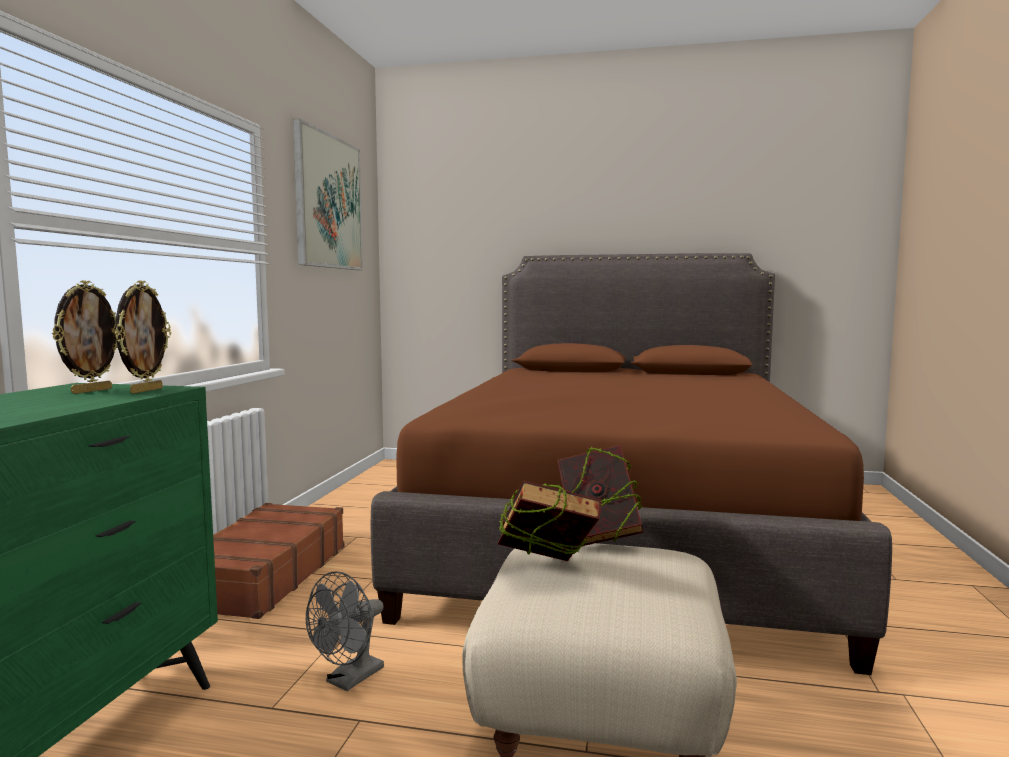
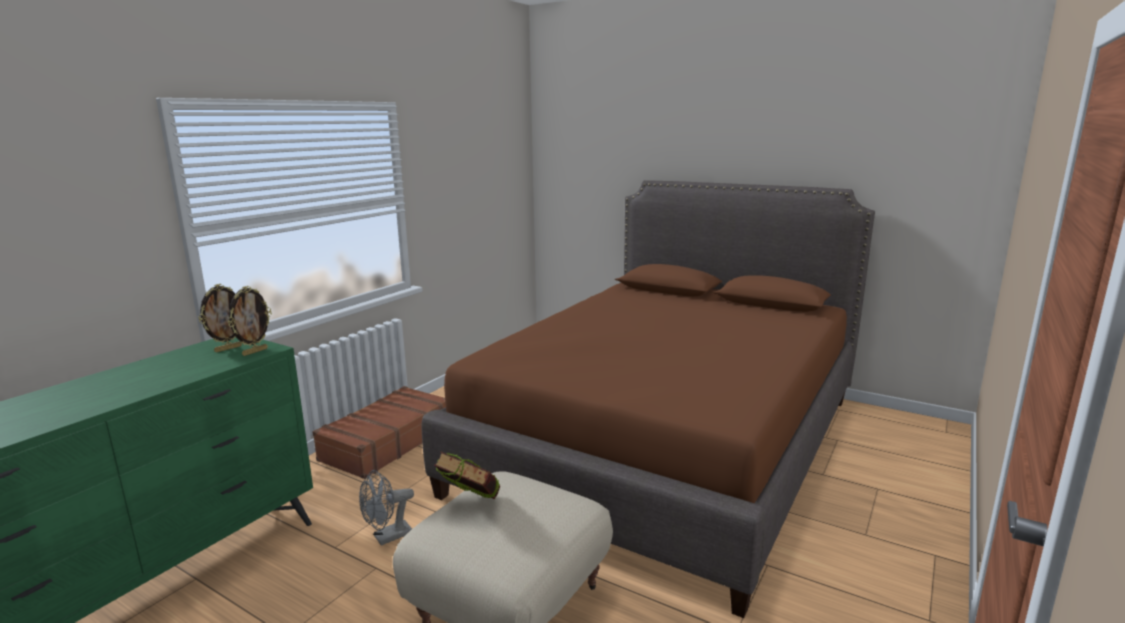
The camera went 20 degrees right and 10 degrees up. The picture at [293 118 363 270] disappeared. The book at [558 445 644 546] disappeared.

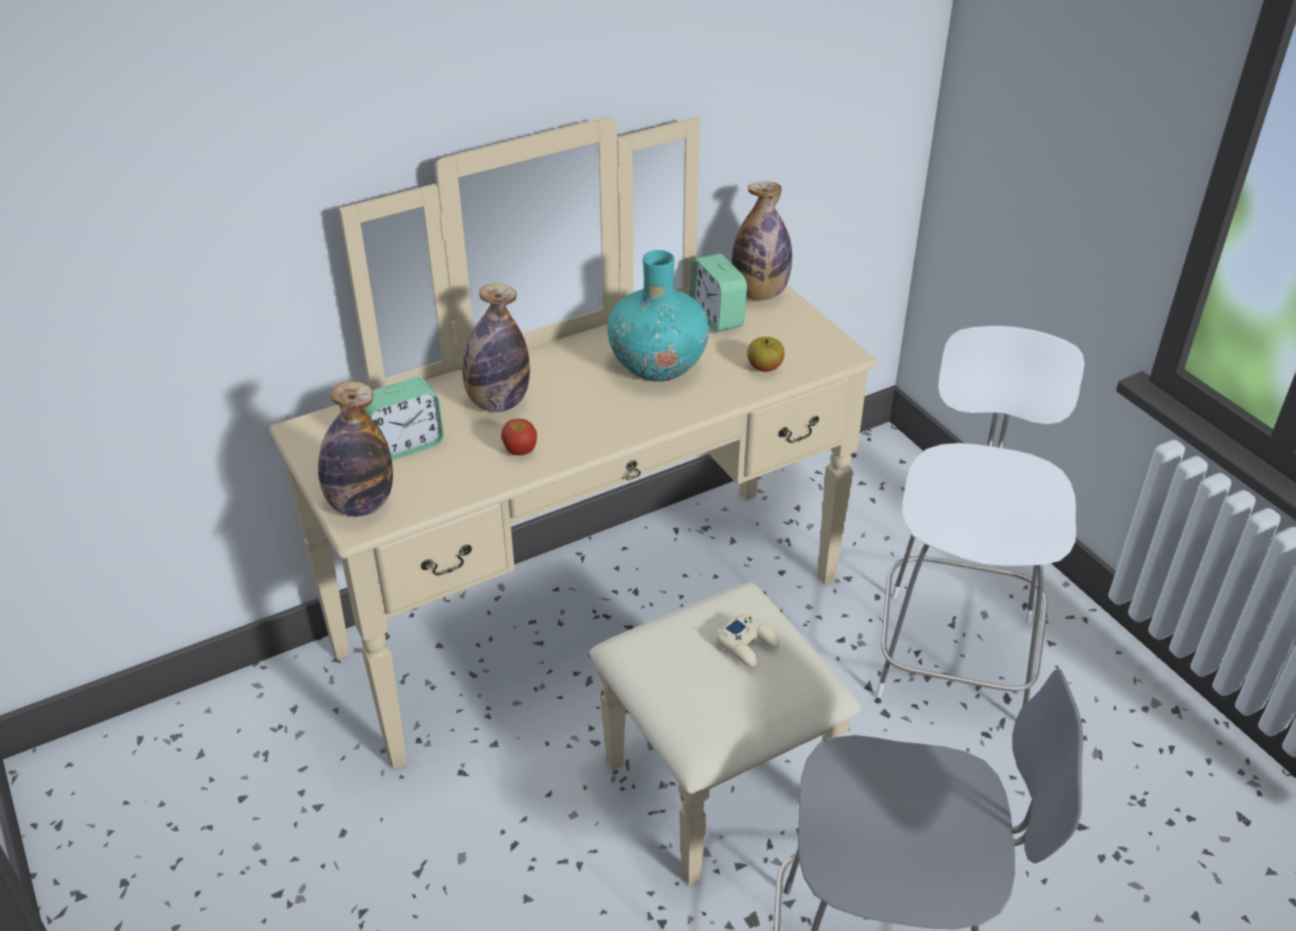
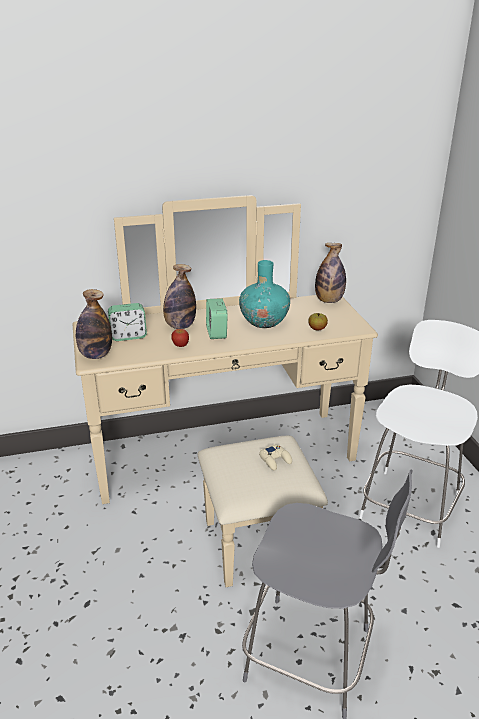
The camera went 15 degrees right and 10 degrees down. The alarm clock moved from [690 253 747 333] to [206 299 228 339].

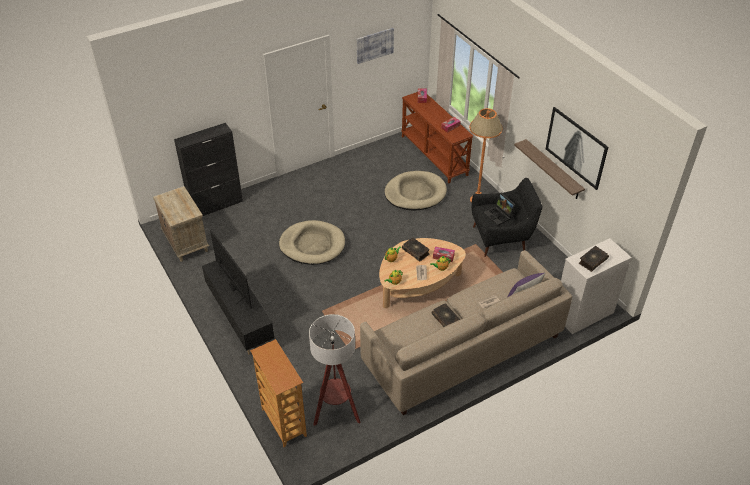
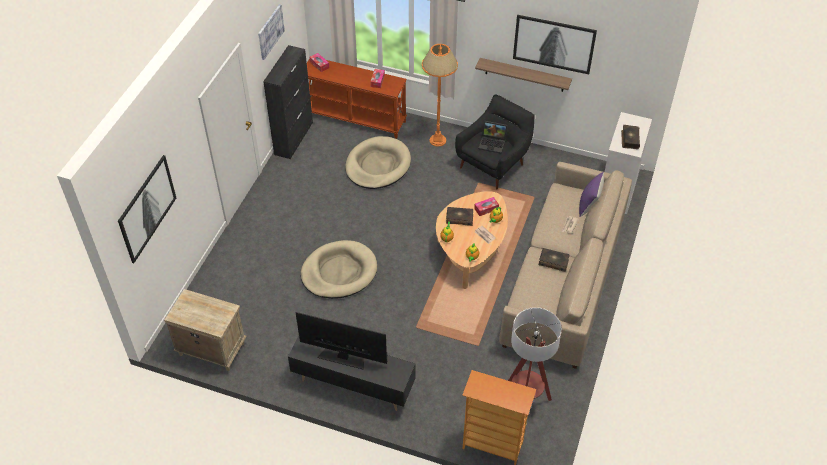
The camera went 40 degrees left and 5 degrees up. The picture at [118 155 176 263] appeared. The cabinet (black) moved from [174 123 243 216] to [263 45 313 159].

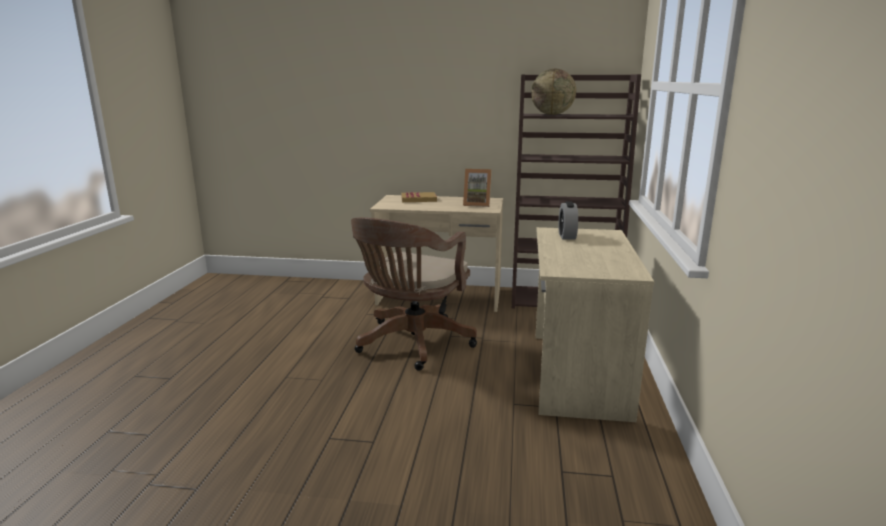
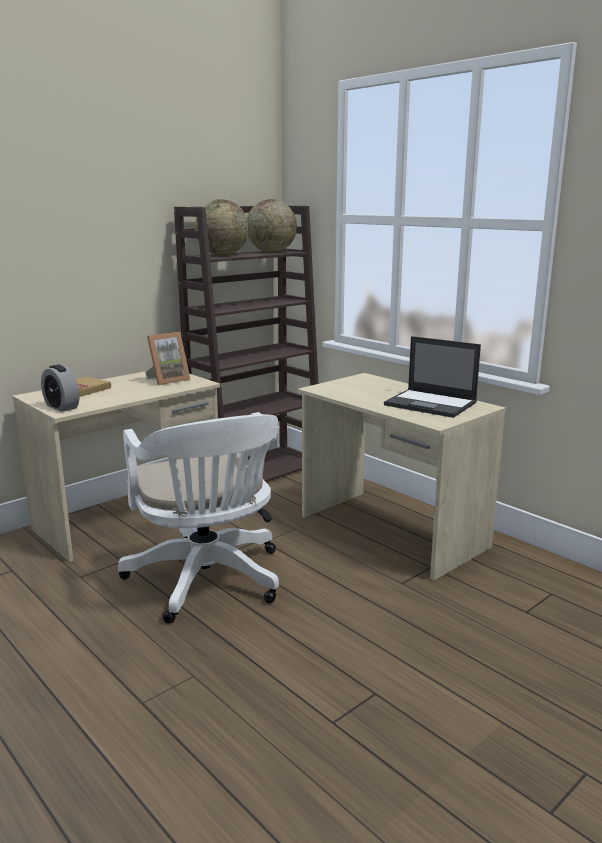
The camera went 50 degrees left and 0 degrees up. The alarm clock moved from [559 201 578 240] to [41 365 80 412]. The office chair (brown) at [351 217 477 371] became the office chair (white) at [118 412 279 624]. The globe at [247 199 297 252] appeared. The laptop at [384 336 481 418] appeared.

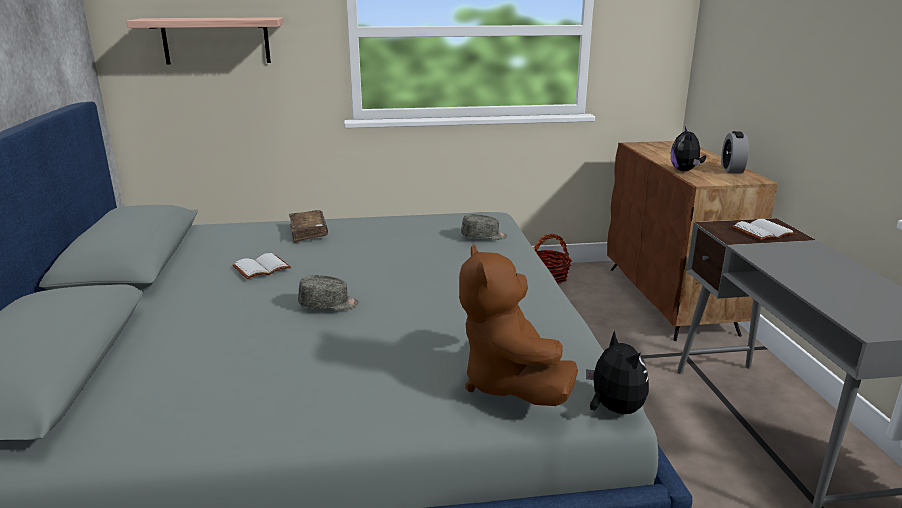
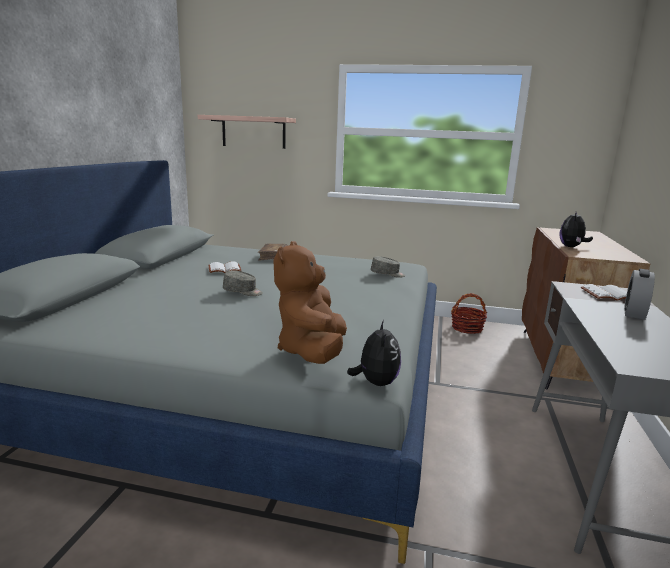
The camera went 20 degrees right and 5 degrees down. The alarm clock moved from [721 131 749 173] to [624 269 655 320].

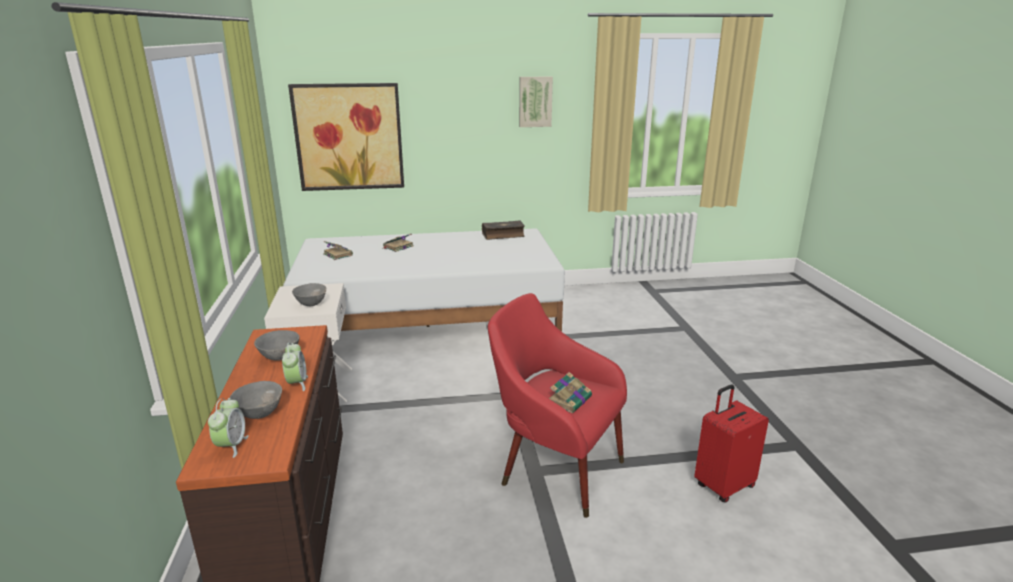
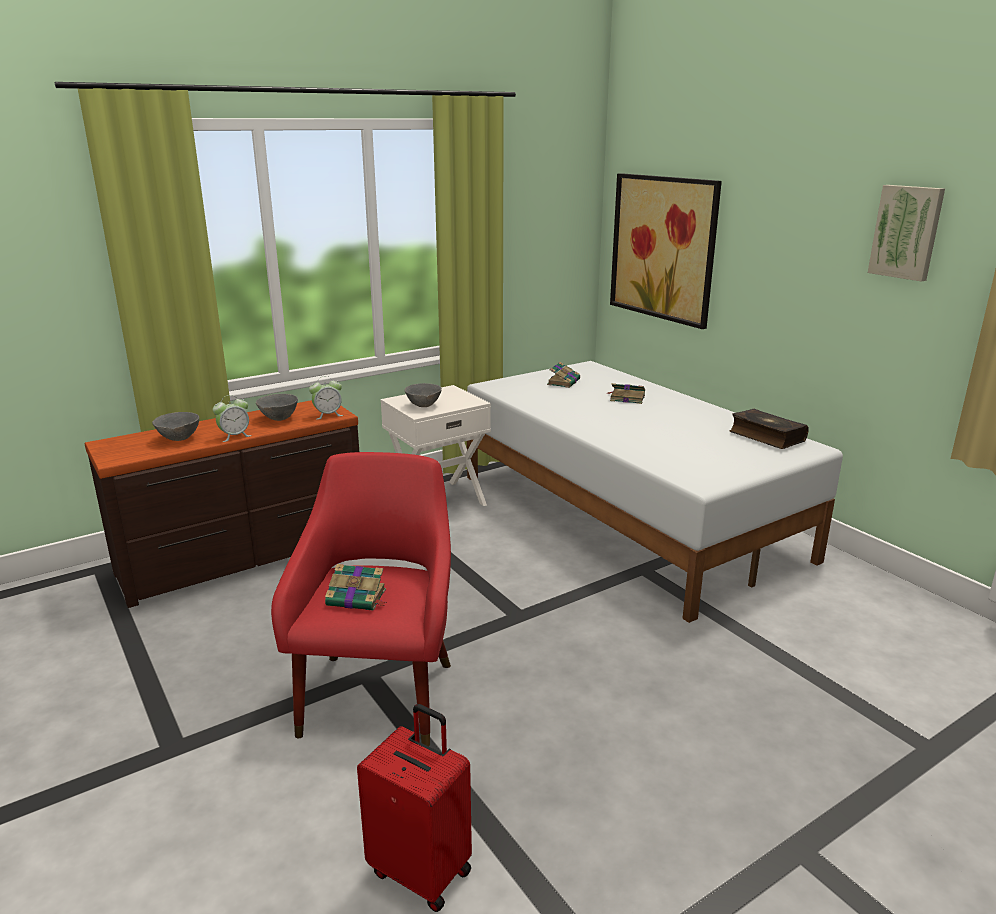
The camera went 65 degrees right and 0 degrees up. The alarm clock moved from [208 398 249 458] to [309 376 343 420].

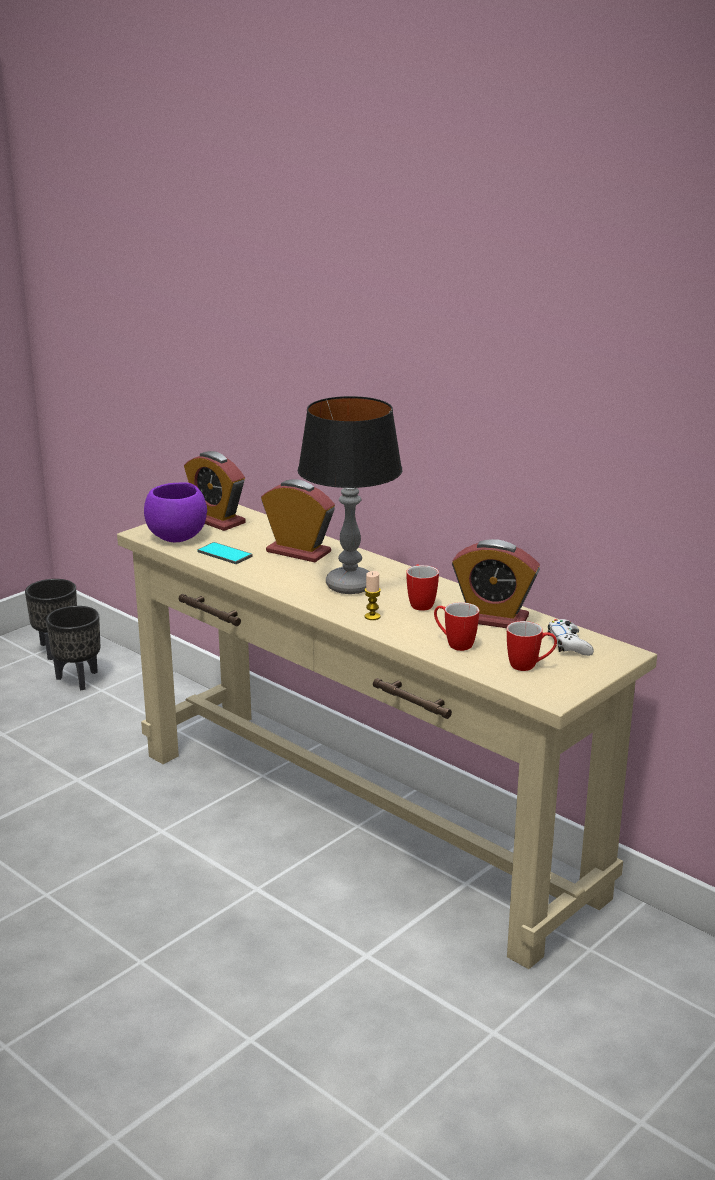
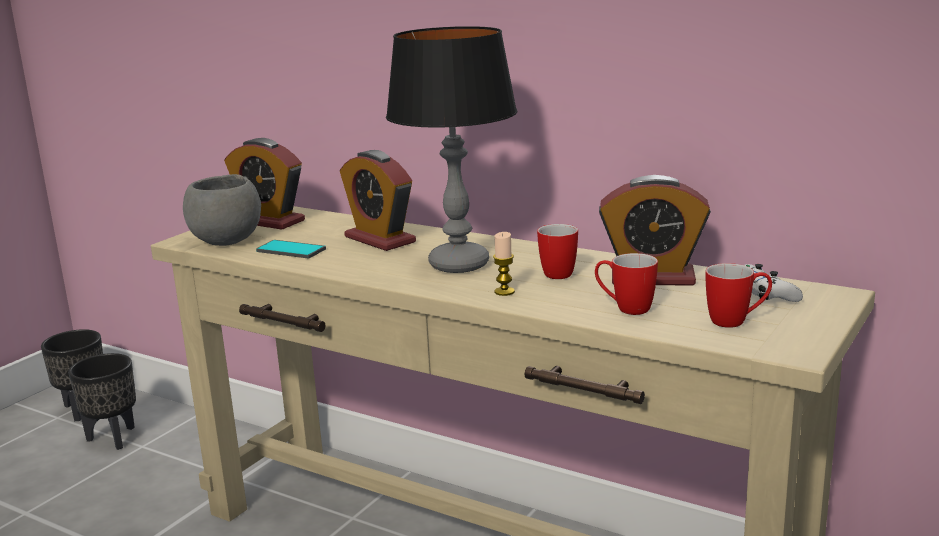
The camera went 10 degrees left and 5 degrees down. The bowl (purple) at [144 483 207 542] became the bowl (grey) at [183 174 261 246]. The alarm clock at [261 479 335 562] turned 150 degrees counterclockwise.

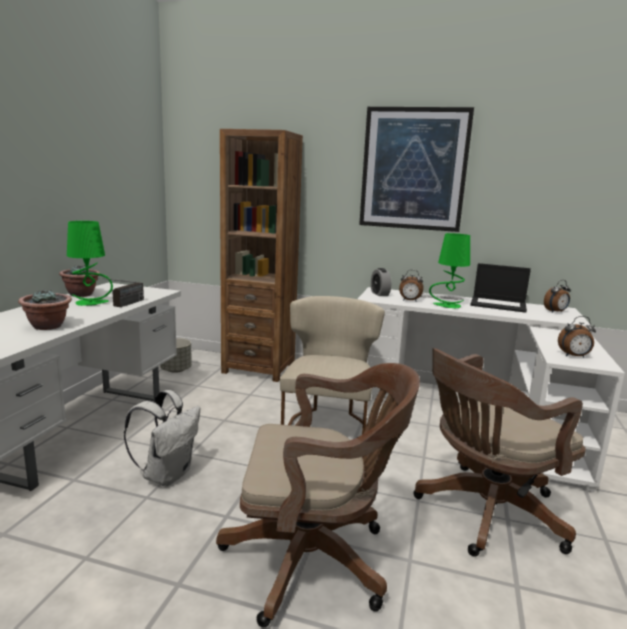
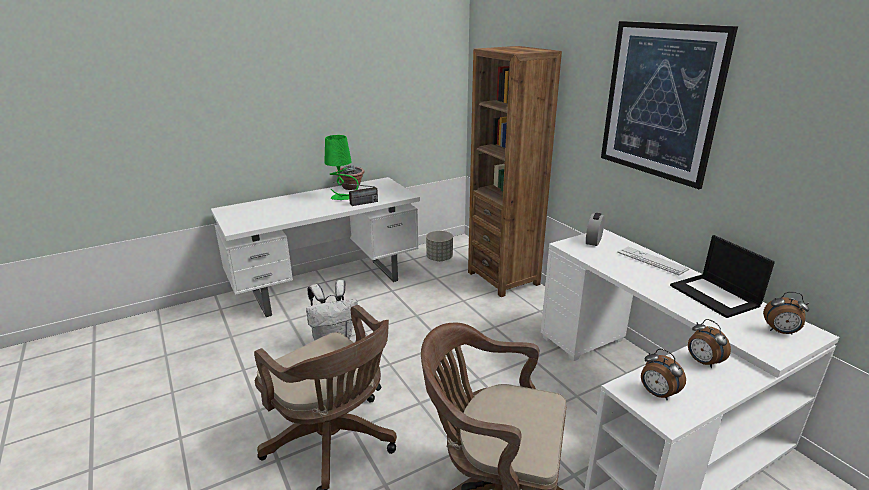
The camera went 45 degrees right and 10 degrees up. The alarm clock moved from [399 270 423 302] to [688 319 731 368]. The potted plant at [18 289 72 330] disappeared. The chair (beige) at [280 296 385 435] disappeared. The table lamp (green) at [429 233 470 308] disappeared.

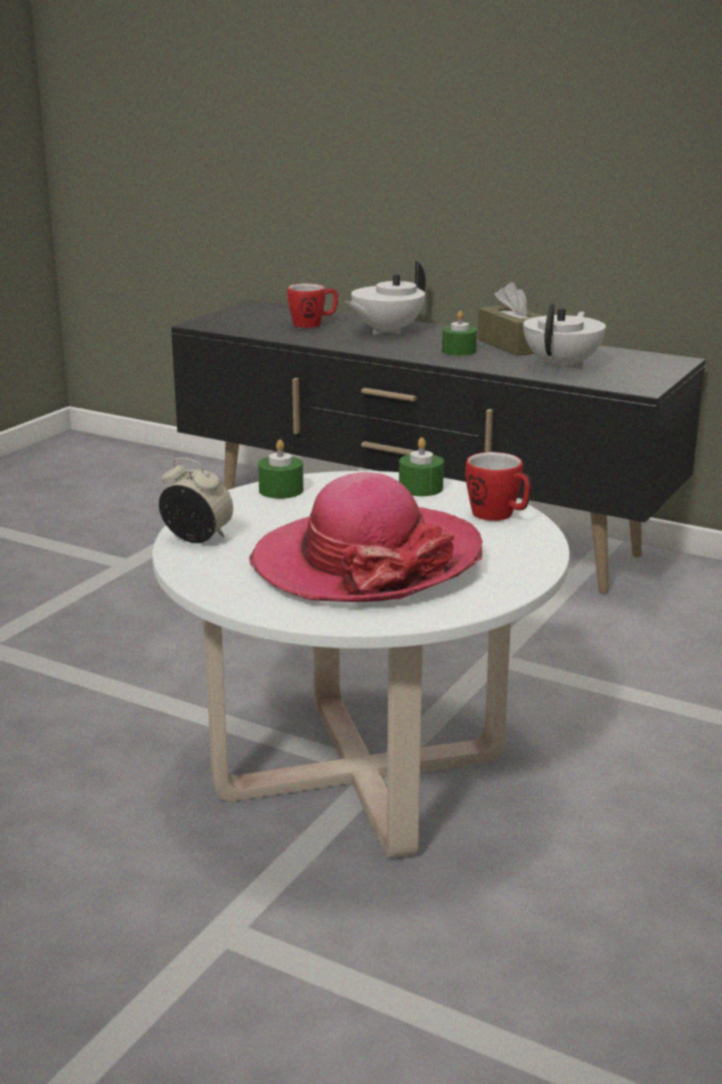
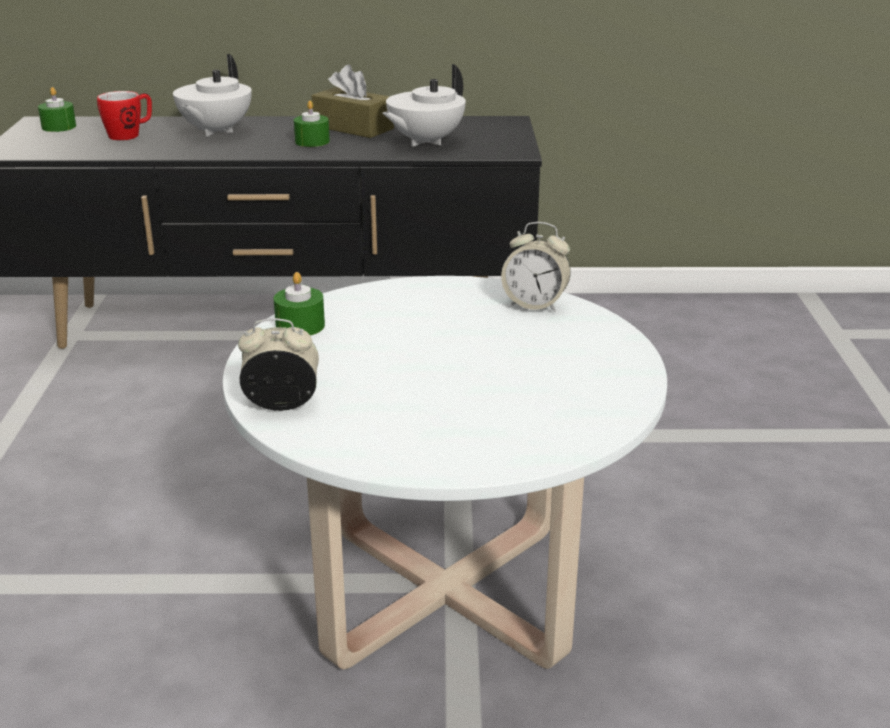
The camera went 30 degrees left and 5 degrees up. The candle (green) moved from [399 437 444 496] to [38 87 76 132]. The teapot (white) at [523 304 606 371] turned 135 degrees counterclockwise. The mug at [465 452 532 521] was replaced by the alarm clock at [501 222 571 312]. The hat at [249 472 482 602] disappeared.

